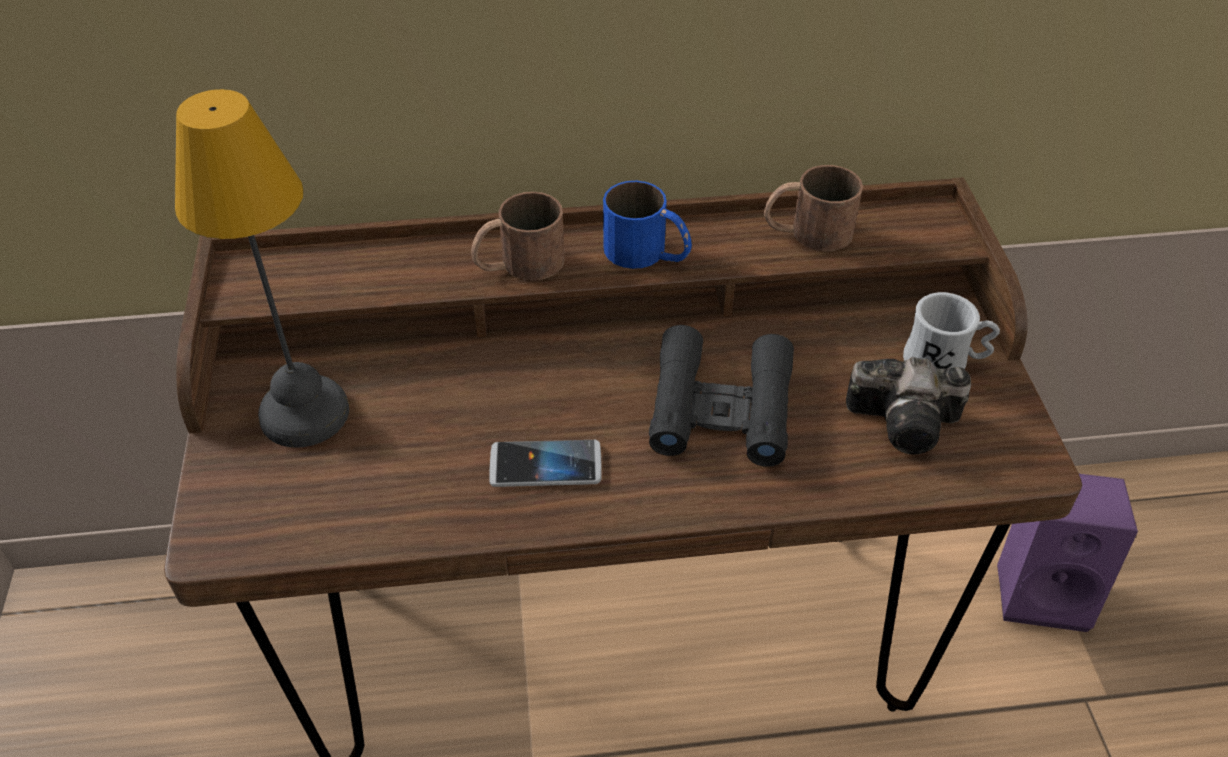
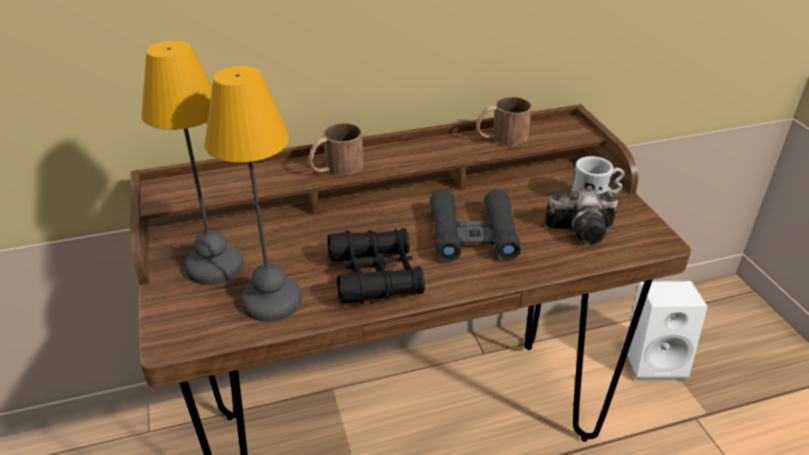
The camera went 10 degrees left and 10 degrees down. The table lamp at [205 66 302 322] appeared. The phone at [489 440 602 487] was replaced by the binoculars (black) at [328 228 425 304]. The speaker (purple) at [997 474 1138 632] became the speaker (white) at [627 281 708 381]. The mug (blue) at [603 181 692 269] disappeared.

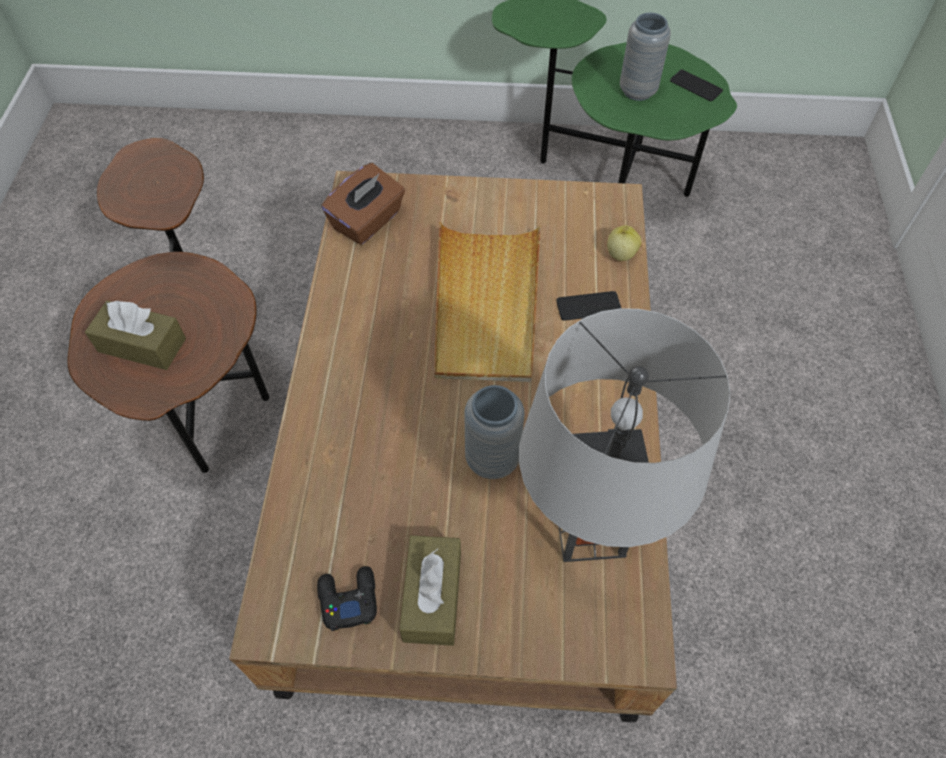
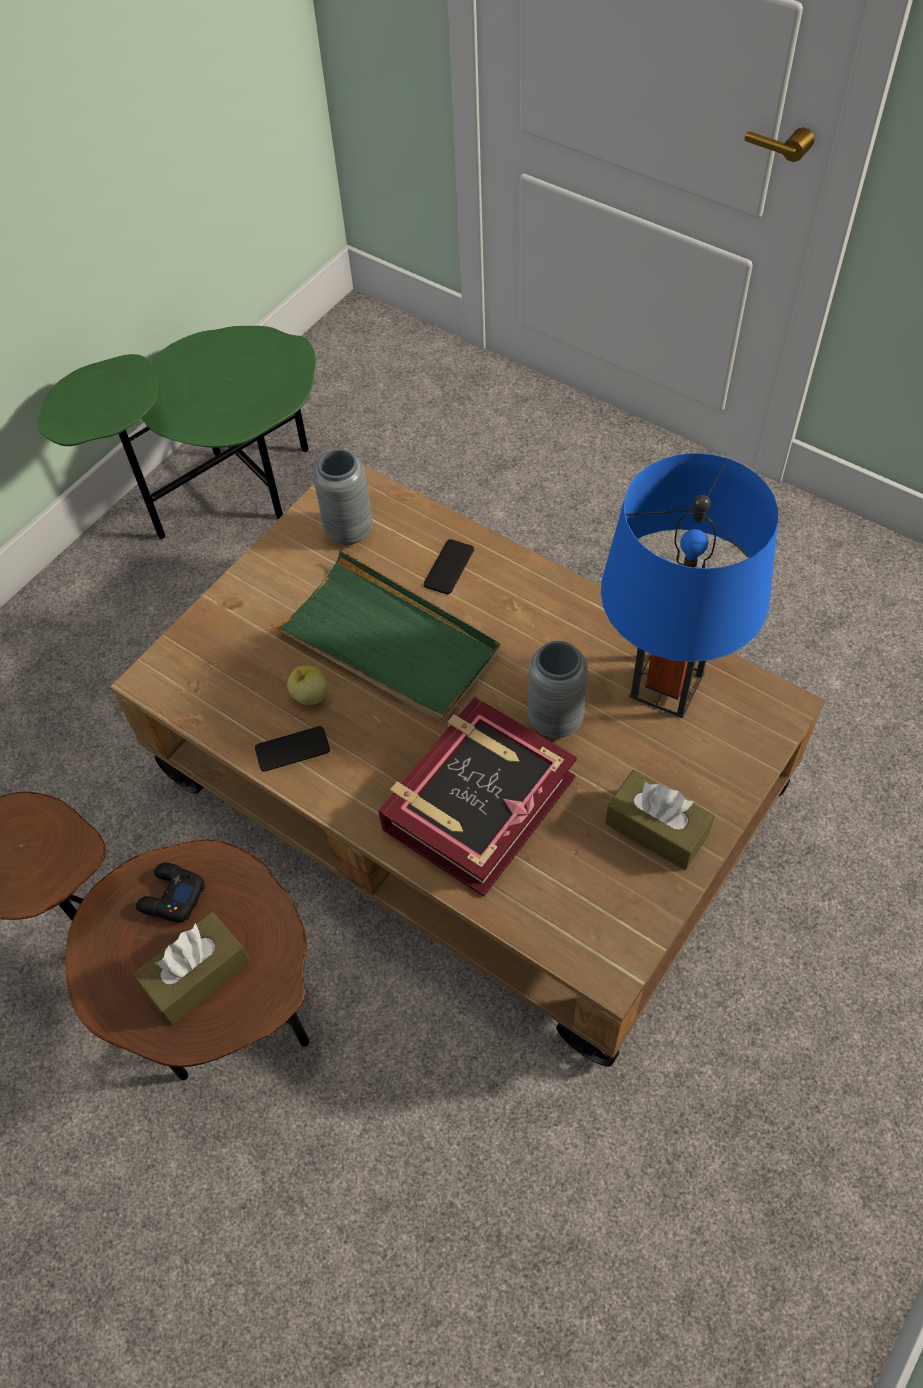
The camera went 55 degrees left and 0 degrees up. The game controller (black) moved from [317 566 377 631] to [136 863 206 922]. The phone moved from [670 69 723 101] to [255 726 330 772]. The tray (beige) at [434 222 541 382] became the tray (green) at [271 550 500 722]. The apple moved from [607 225 641 261] to [287 666 328 705]. The vase (grey) moved from [620 13 671 101] to [313 449 372 545]. The book at [378 697 577 897] appeared. The table lamp (grey) at [519 308 730 562] became the table lamp (blue) at [601 453 778 718]. The tissue box (brown) at [321 163 405 245] disappeared.

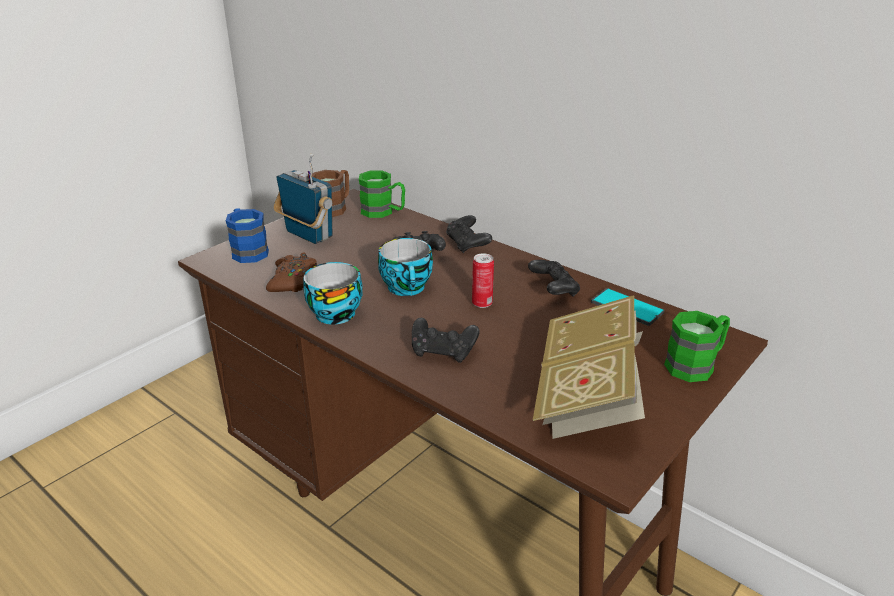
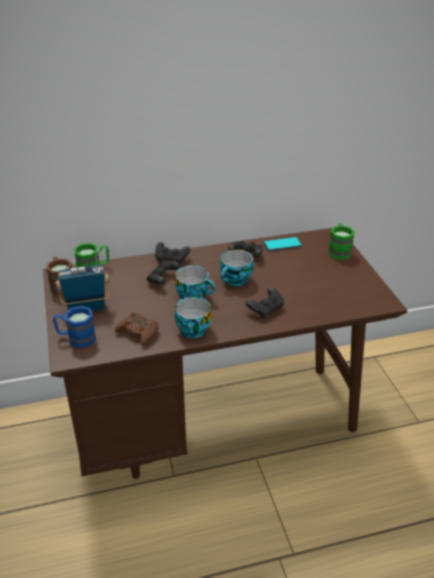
The camera went 55 degrees left and 5 degrees up. The can at [472 253 494 308] was replaced by the cup at [220 250 254 286]. The book at [533 295 645 439] disappeared.

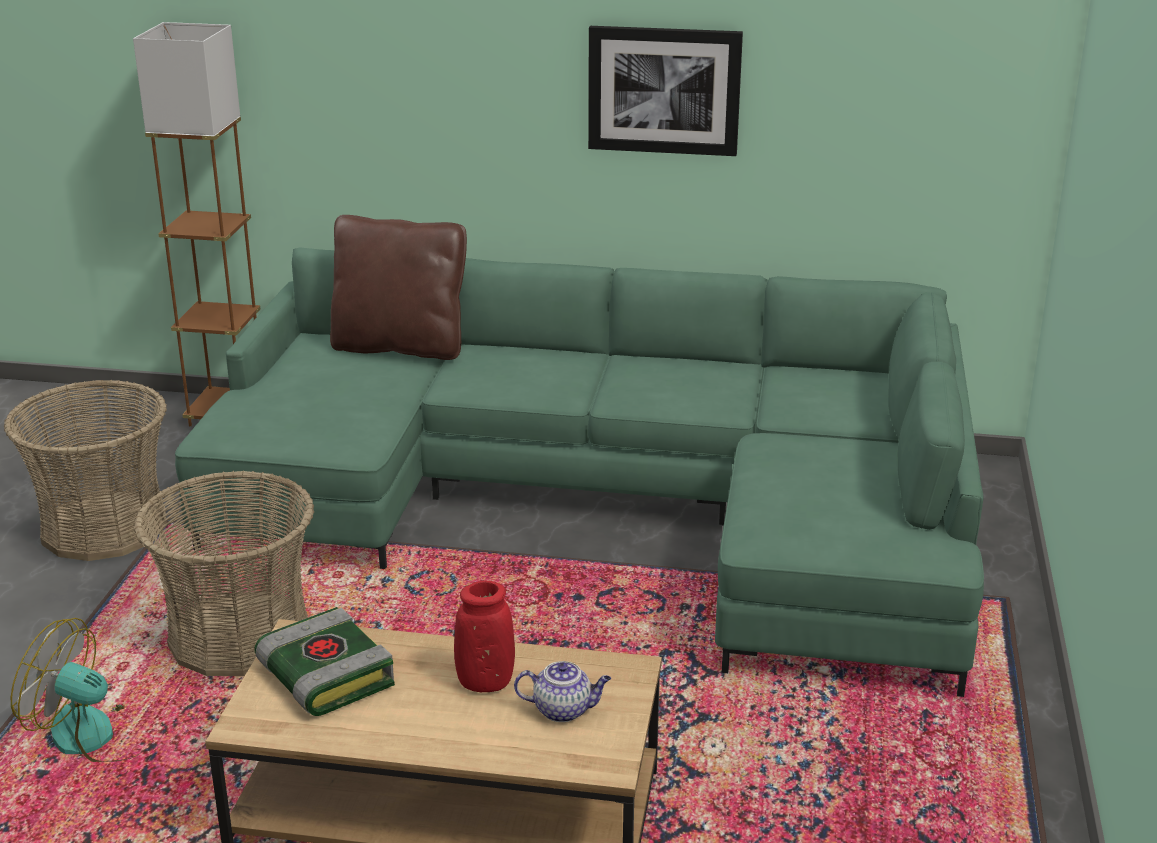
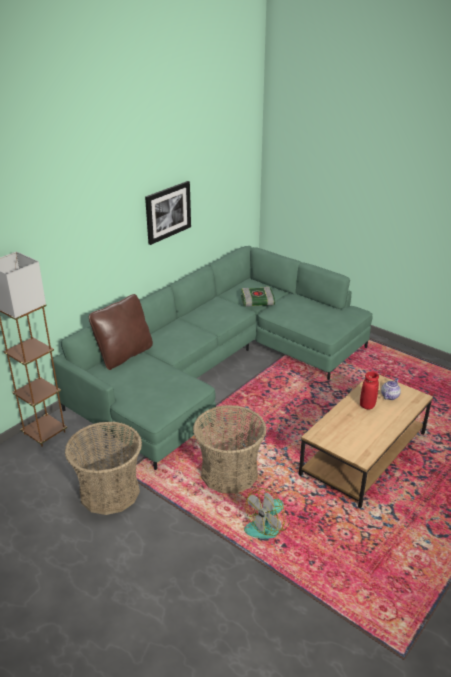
The camera went 60 degrees left and 5 degrees up. The book moved from [254 607 395 716] to [241 287 275 307].

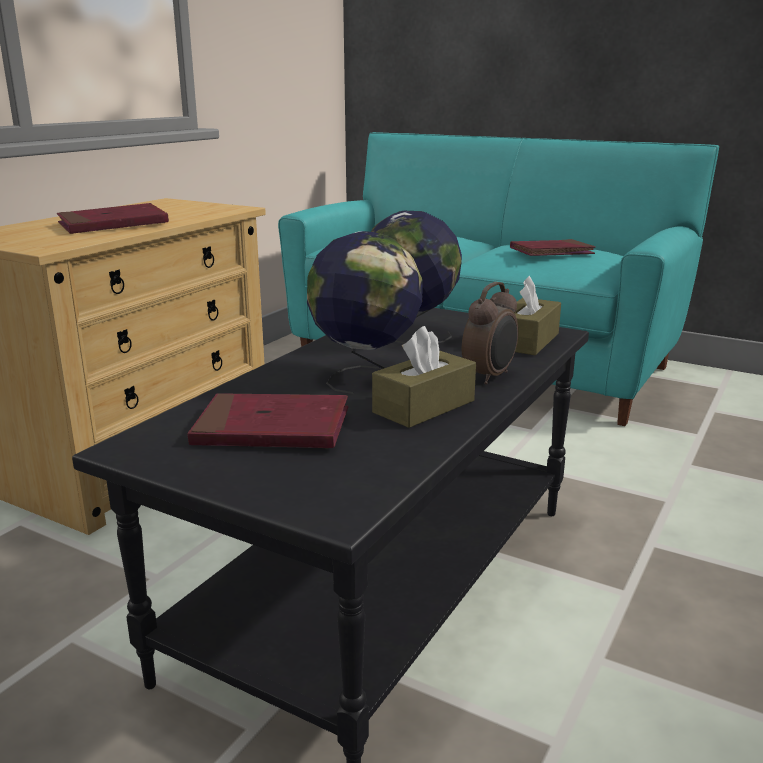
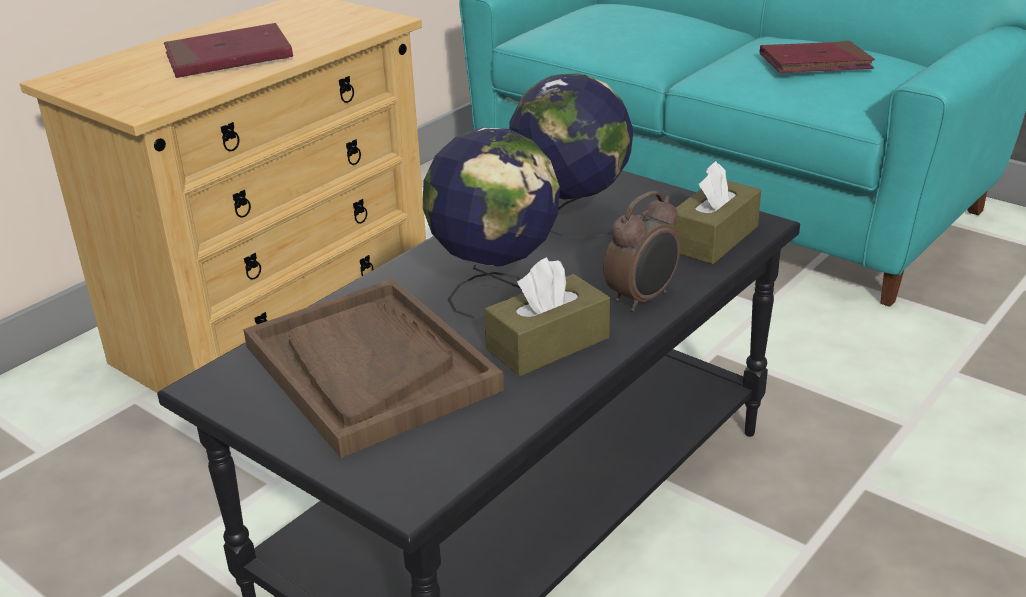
The camera went 10 degrees right and 10 degrees up. The book (red) at [187 393 348 449] was replaced by the tray (brown) at [243 278 504 458].

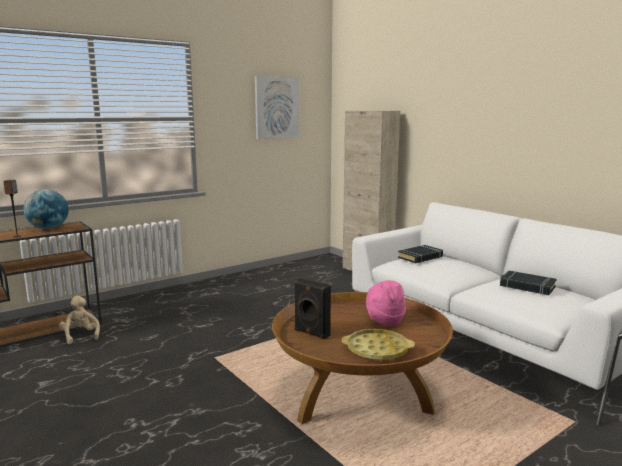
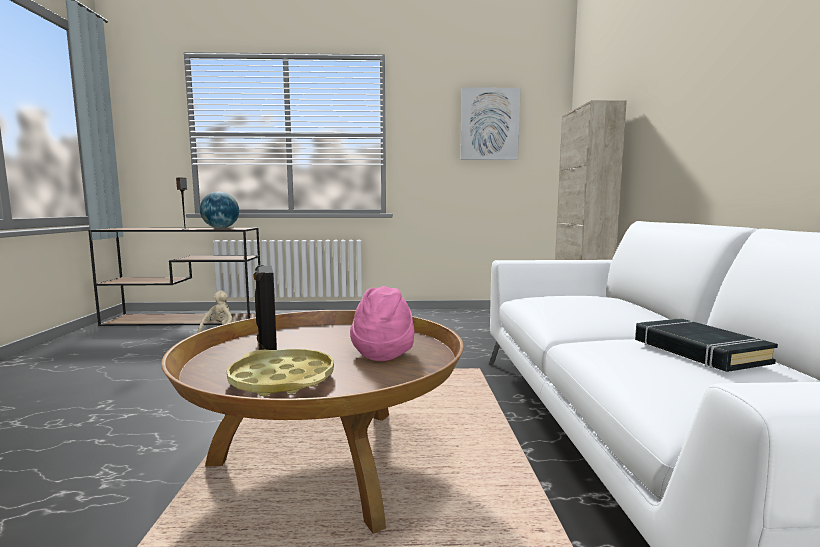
The camera went 35 degrees right and 5 degrees down. The book (black) at [398 245 443 263] disappeared.

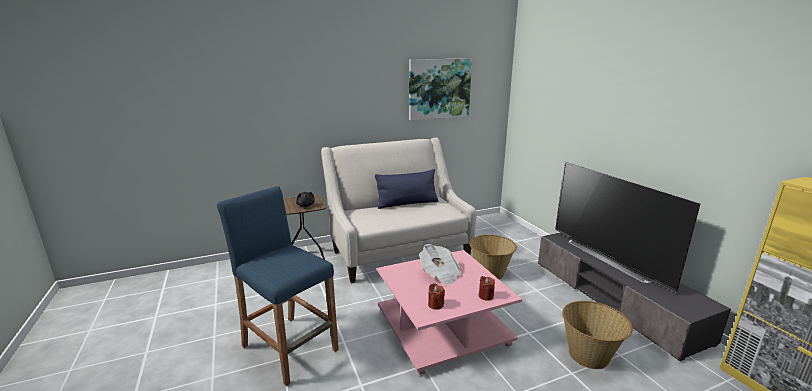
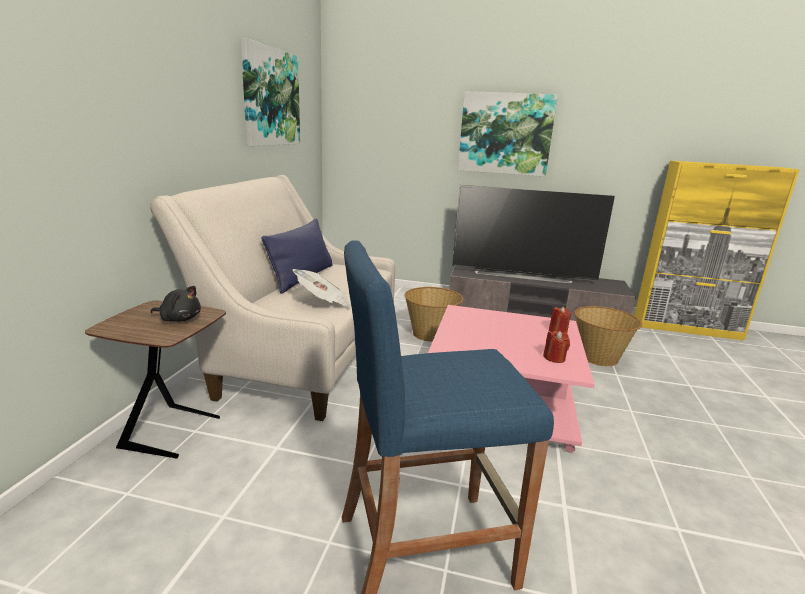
The camera went 55 degrees left and 0 degrees up. The newspaper moved from [419 244 462 286] to [292 269 351 307]. The picture at [458 91 558 177] appeared.

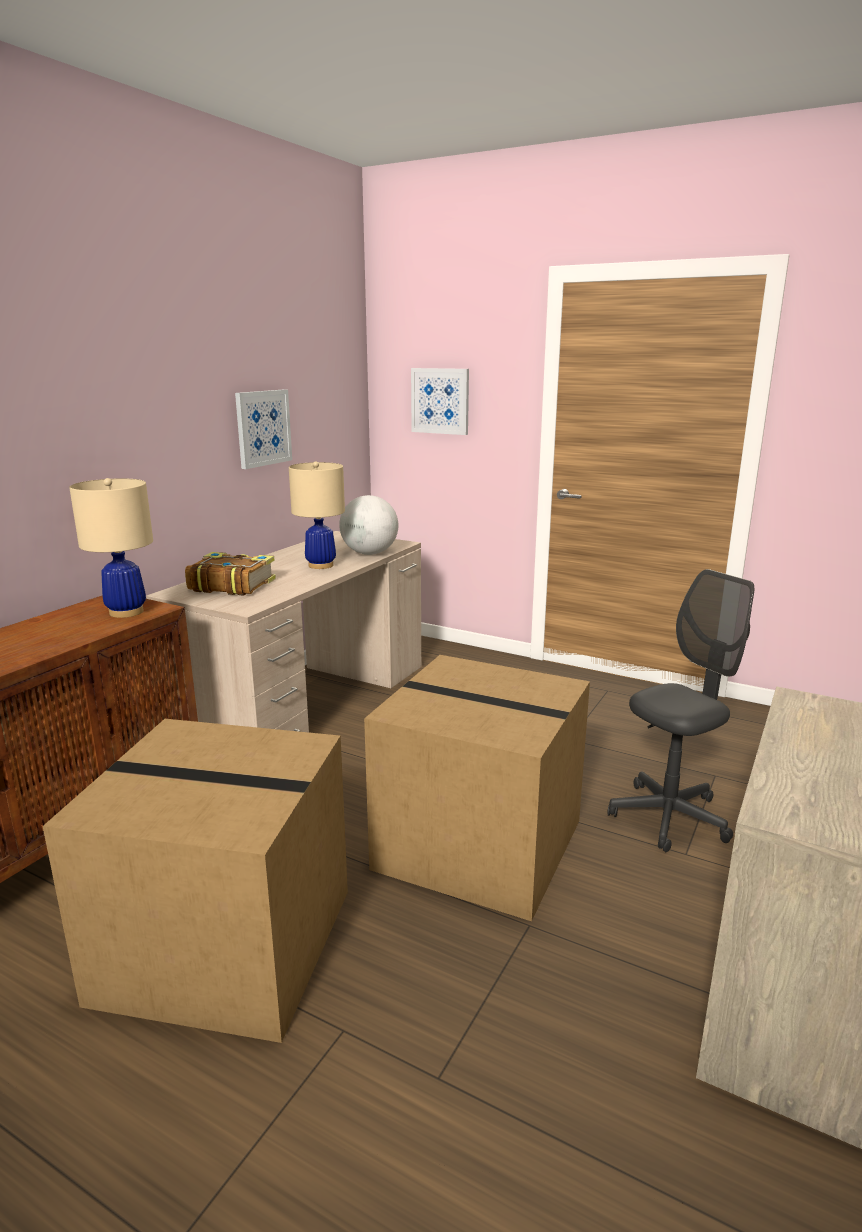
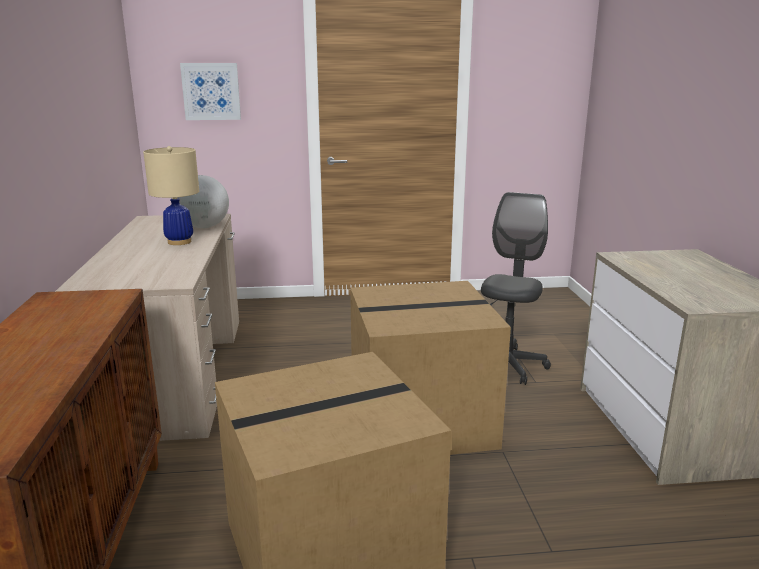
The camera went 35 degrees left and 0 degrees up. The table lamp (beige) at [69 478 153 618] disappeared. The book at [185 552 276 596] disappeared. The picture at [235 389 292 469] disappeared.

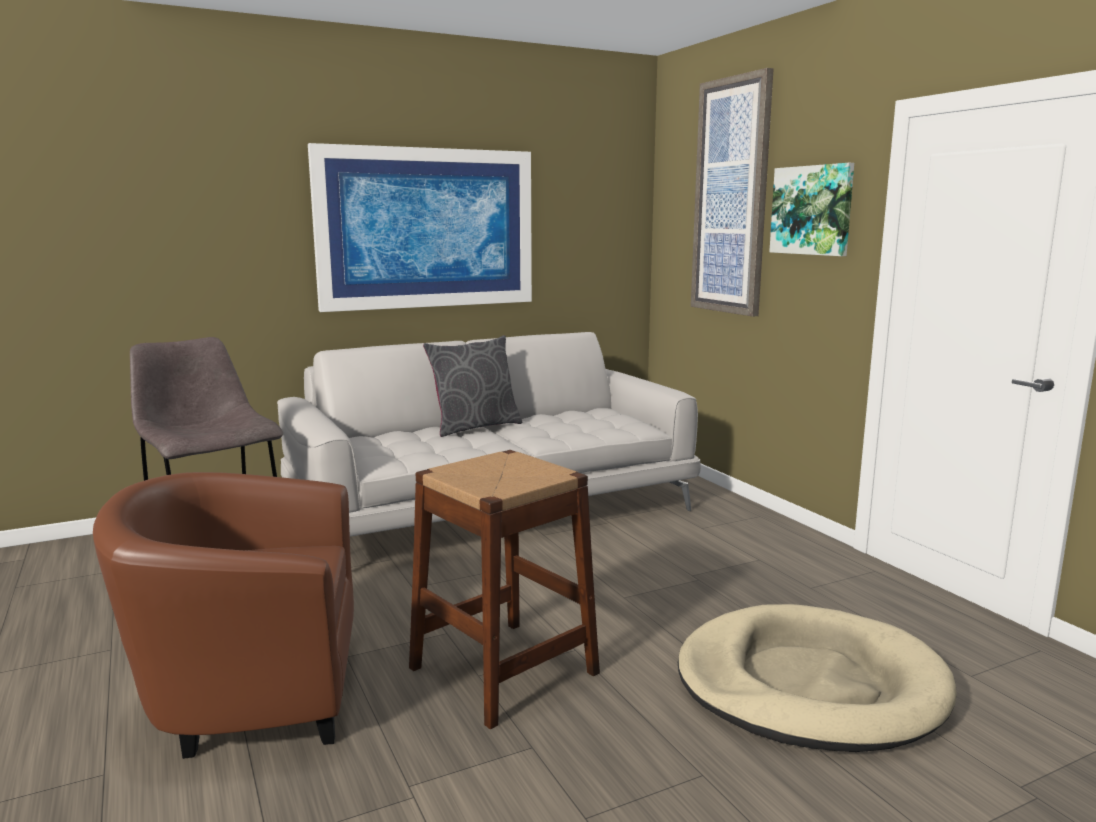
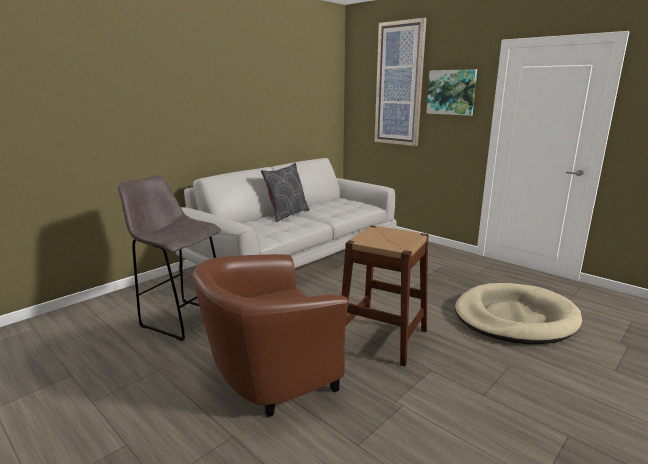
The camera went 20 degrees left and 5 degrees up. The picture at [308 143 532 312] disappeared.

